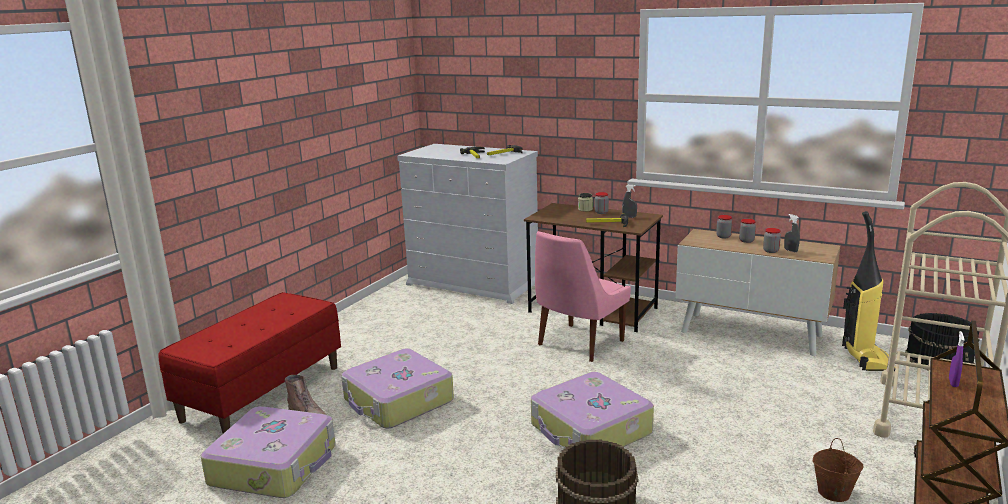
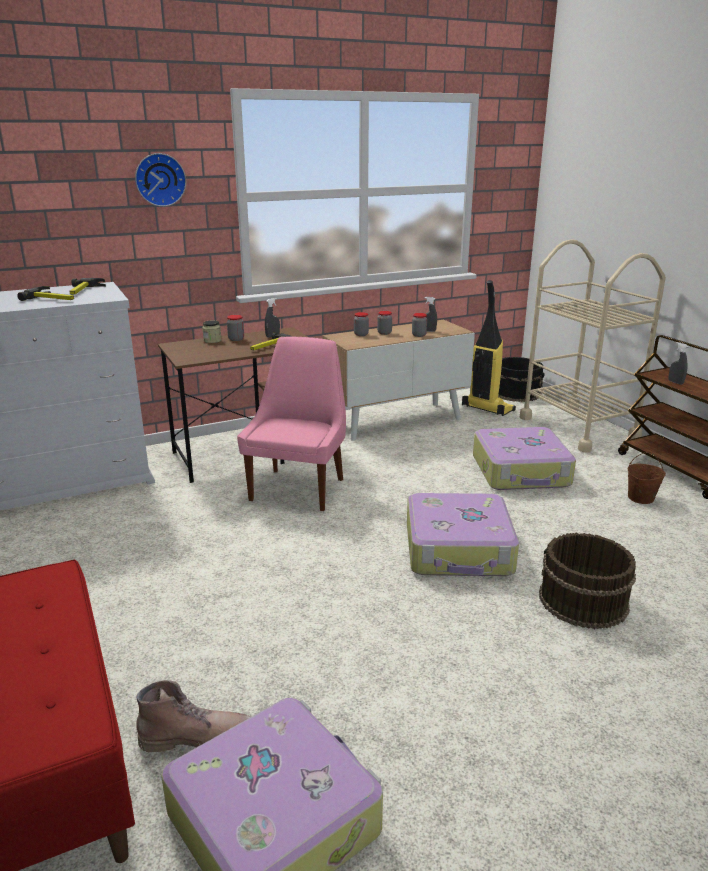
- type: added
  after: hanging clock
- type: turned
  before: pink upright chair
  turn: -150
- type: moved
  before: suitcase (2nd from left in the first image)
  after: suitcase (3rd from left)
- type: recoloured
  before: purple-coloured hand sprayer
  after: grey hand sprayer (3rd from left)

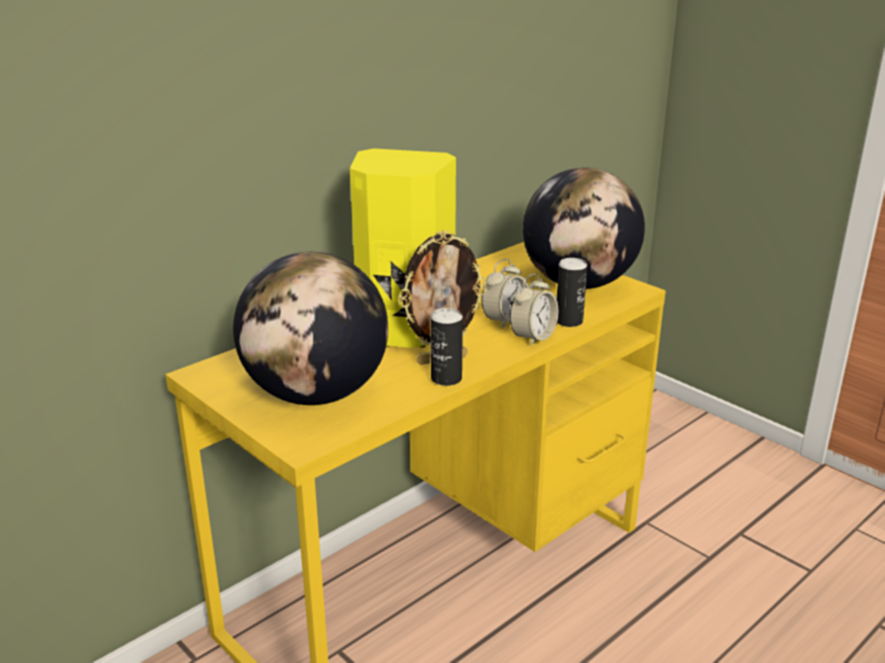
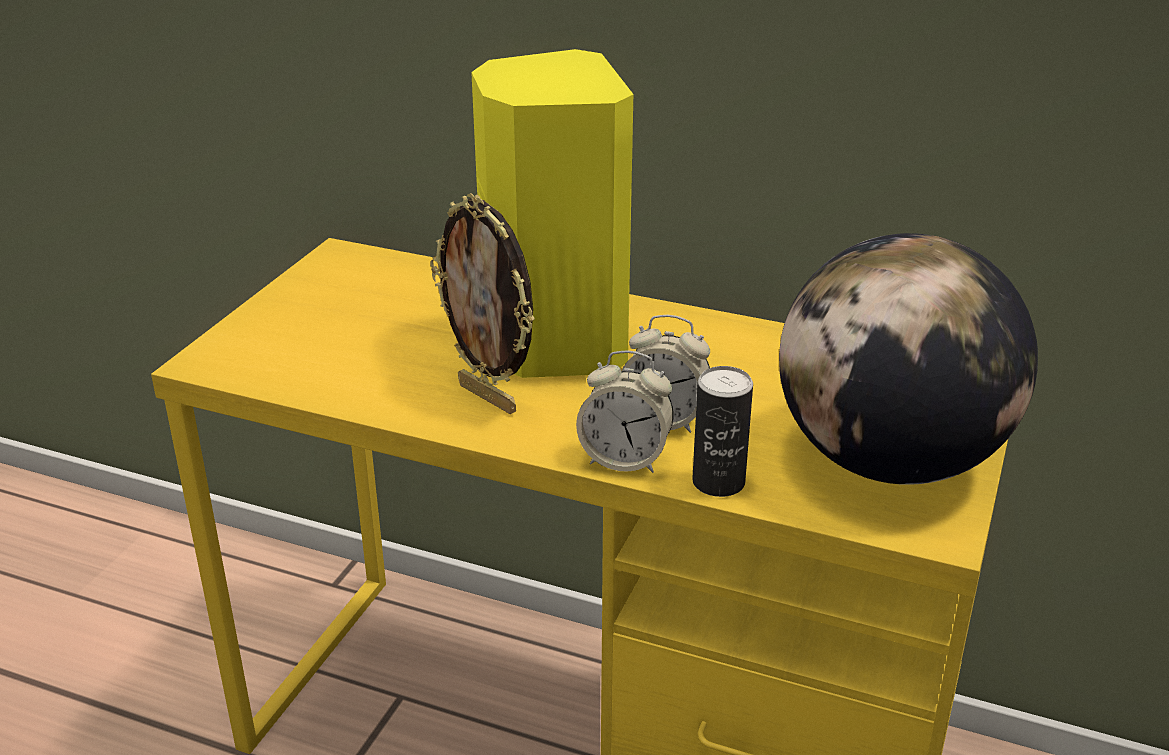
- type: removed
  before: world globe (1st from left)
- type: removed
  before: can (1st from left)

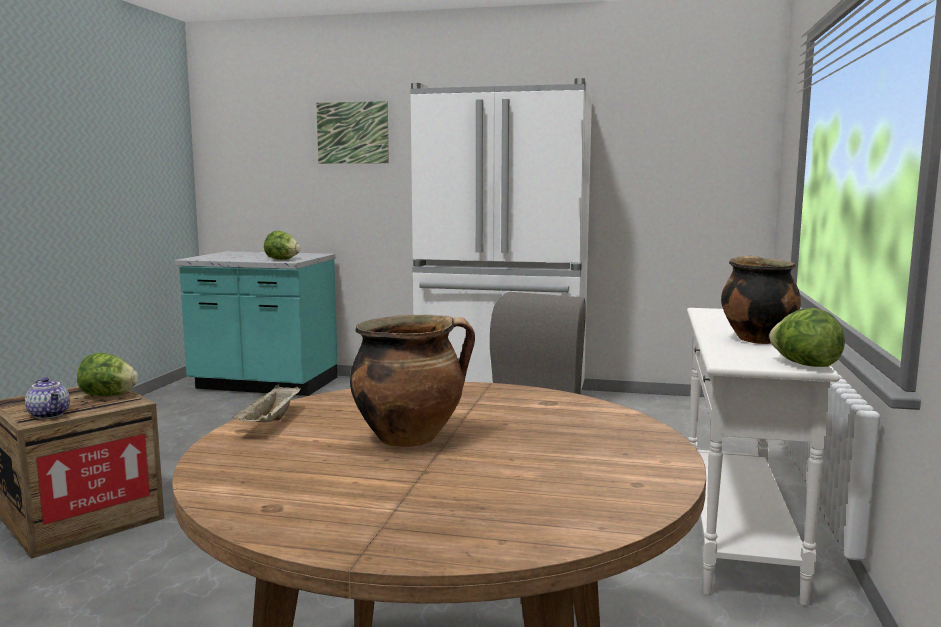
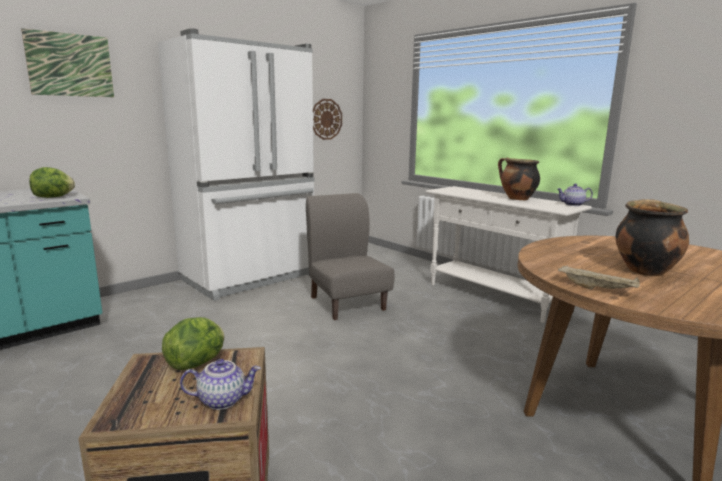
- type: added
  after: hanging clock
- type: replaced
  before: lettuce head (3rd from left)
  after: tea pot (2nd from left)

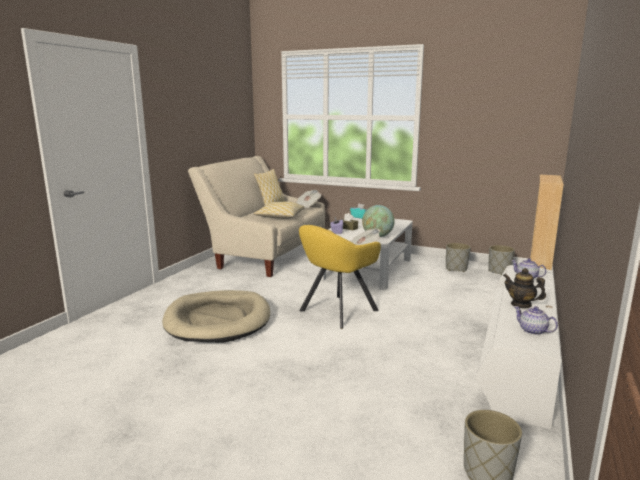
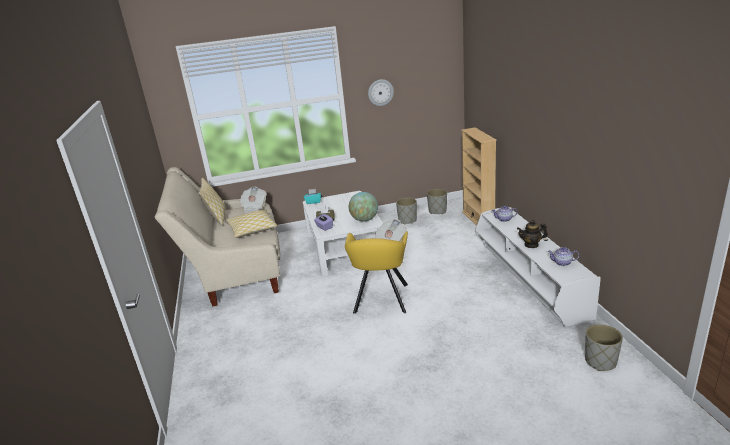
- type: added
  after: hanging clock
- type: removed
  before: beige-coloured pet bed

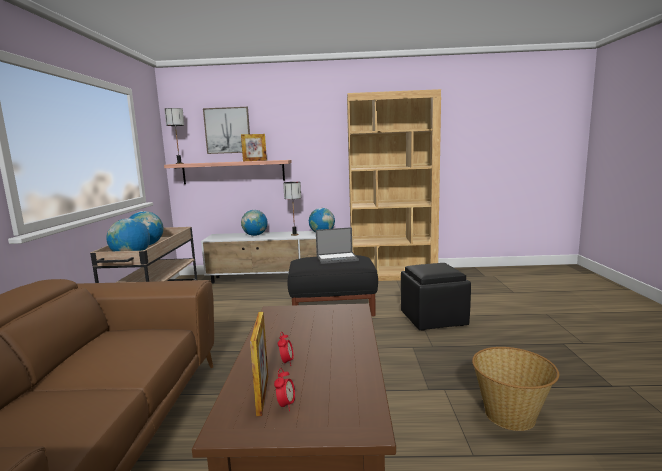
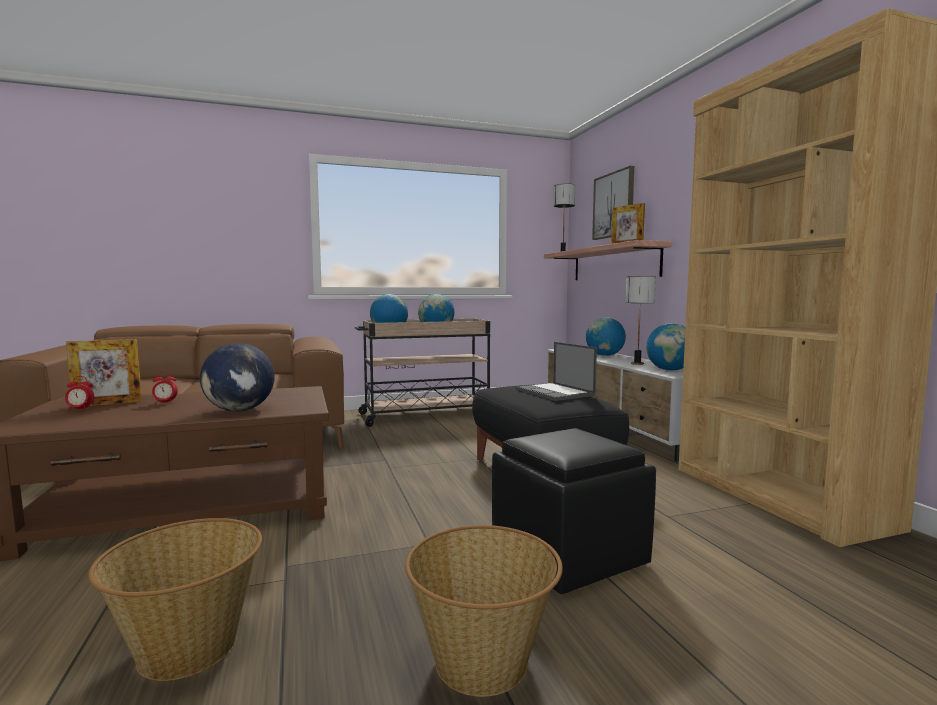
- type: added
  after: world globe (1st from left)
- type: added
  after: basket (2nd from left)

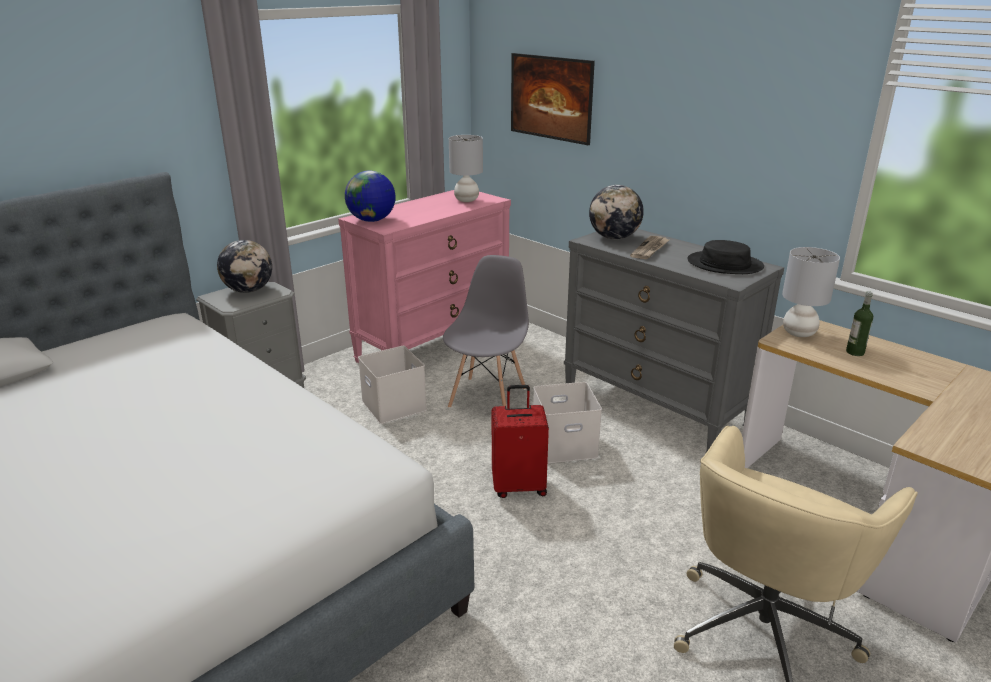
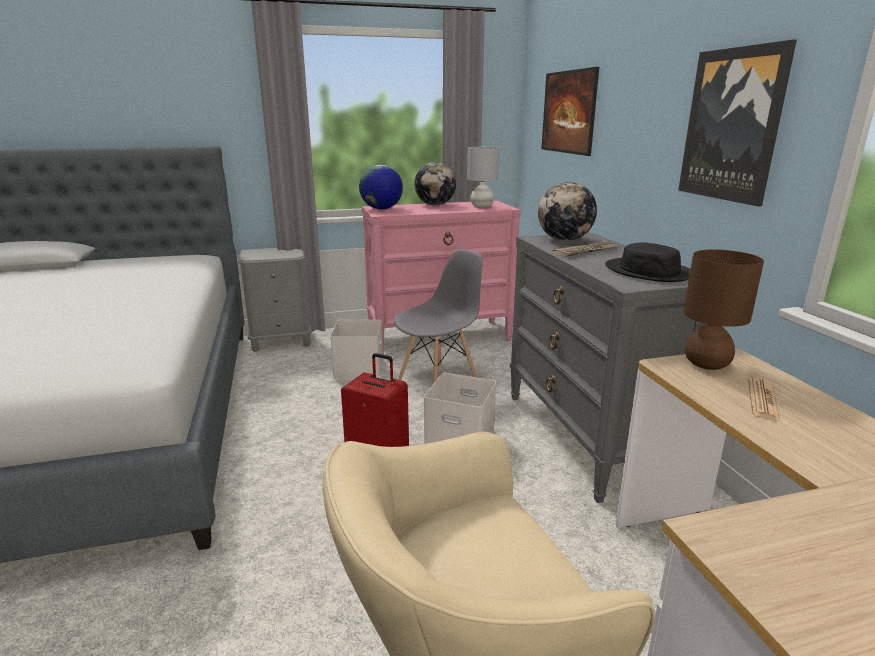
- type: moved
  before: world globe (1st from left in the first image)
  after: world globe (2nd from left)
- type: added
  after: wall picture (2nd from left)
- type: recoloured
  before: grey table lamp (2nd from left)
  after: brown-coloured table lamp
- type: replaced
  before: beverage bottle
  after: newspaper (2nd from left)

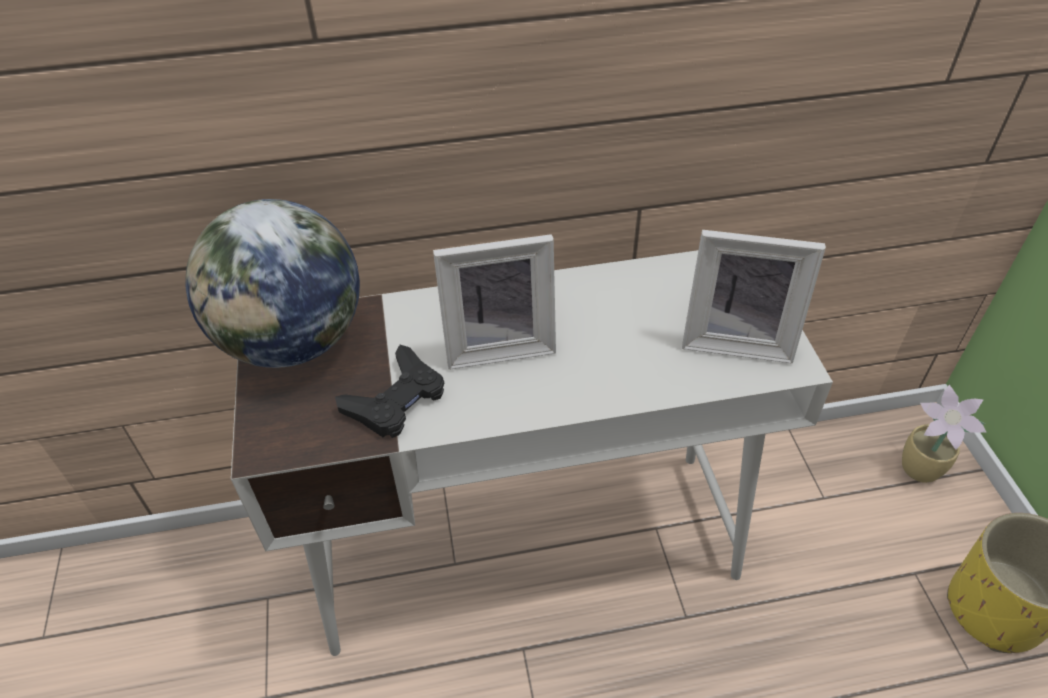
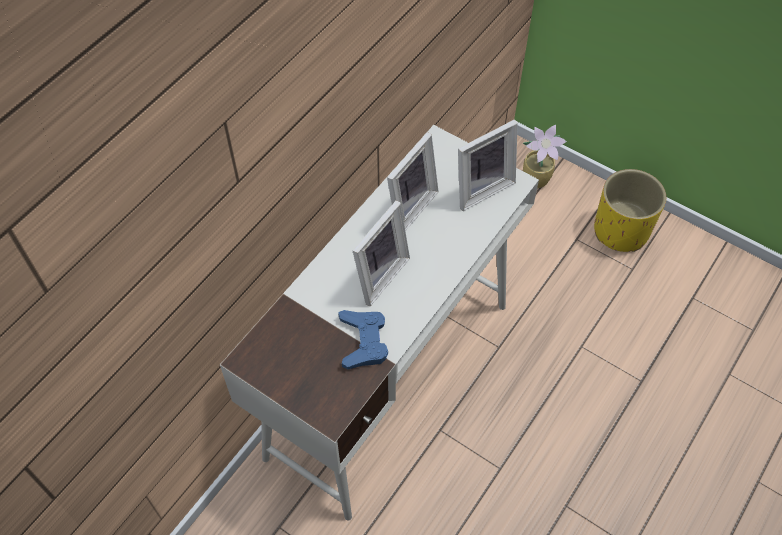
- type: recoloured
  before: black game controller
  after: blue-coloured game controller
- type: added
  after: picture frame (2nd from left)
- type: removed
  before: world globe

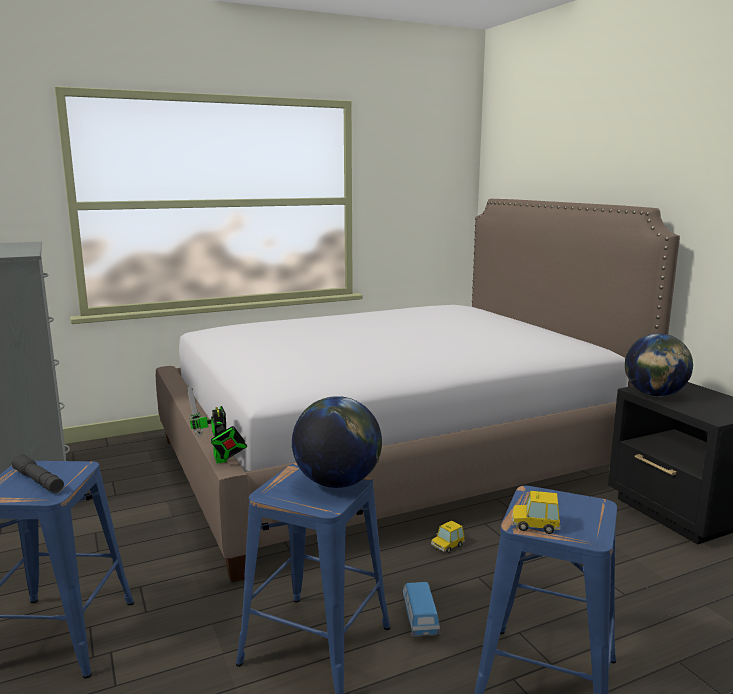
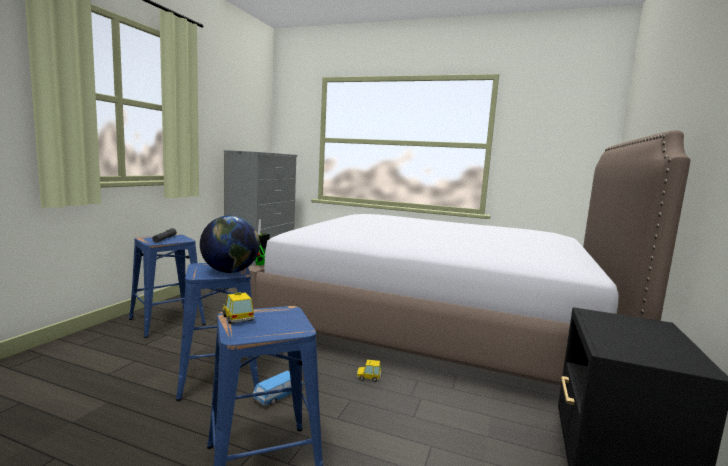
- type: removed
  before: world globe (2nd from left)

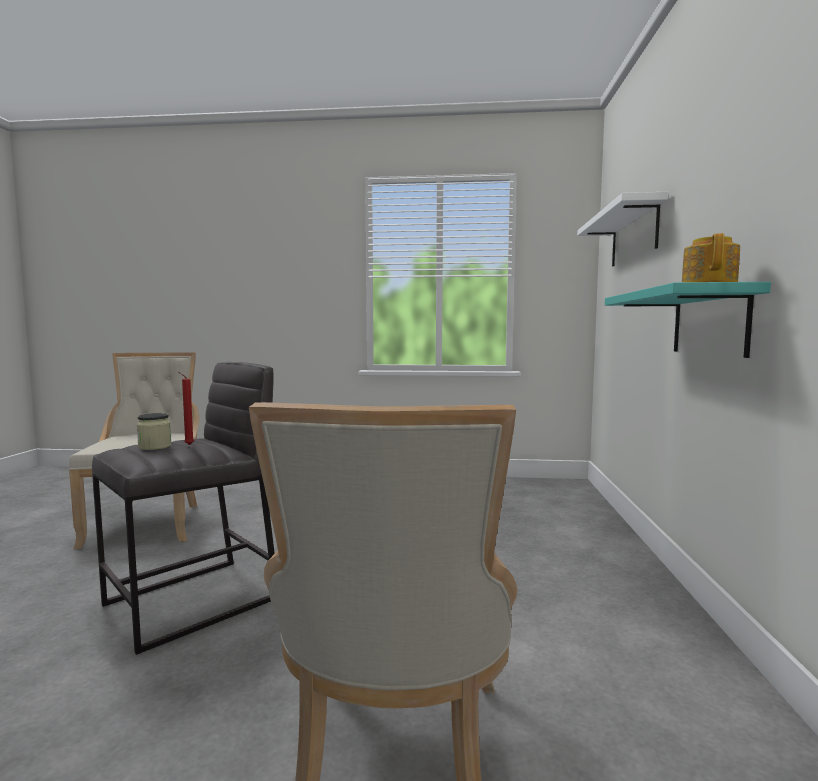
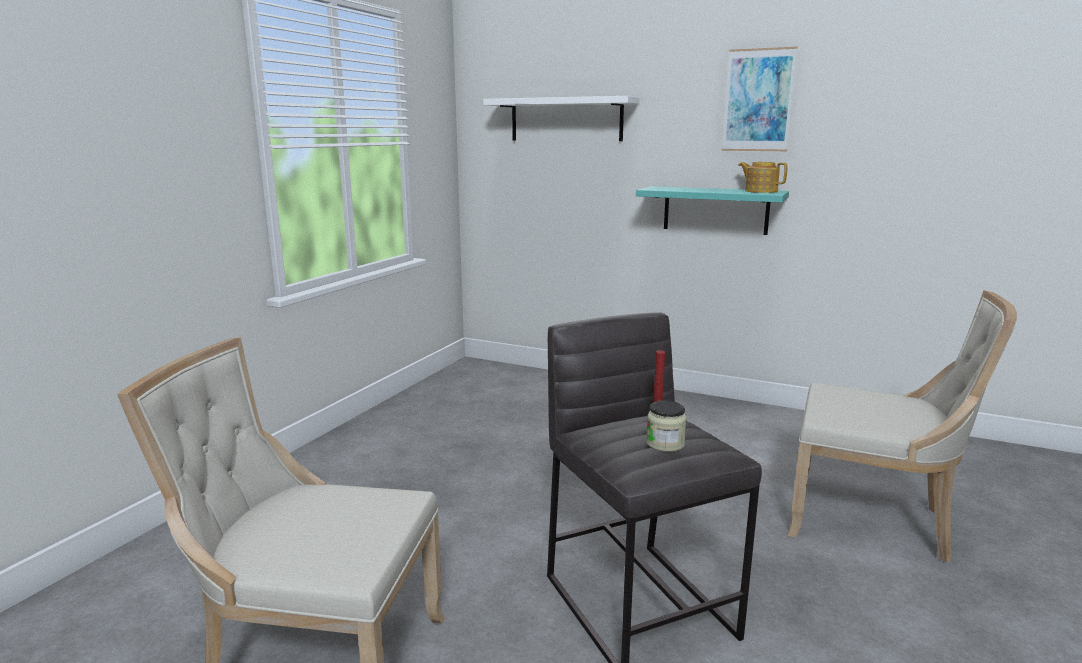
- type: added
  after: wall picture

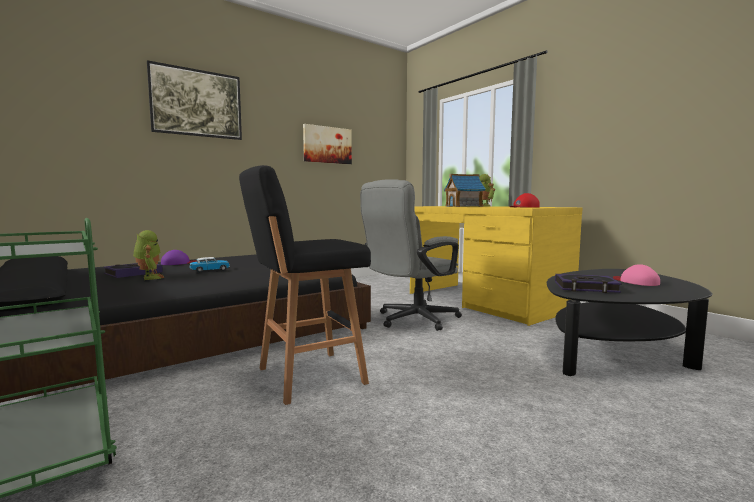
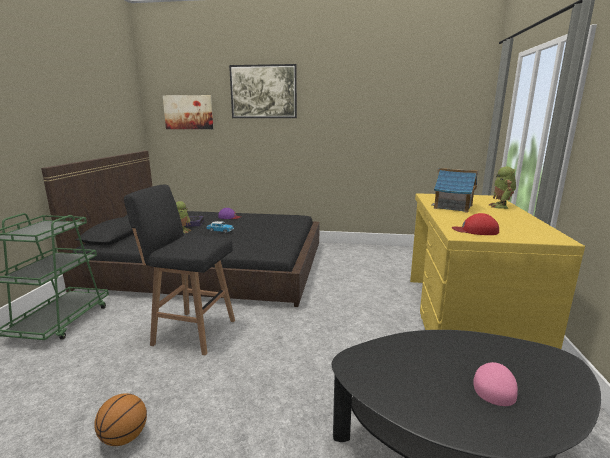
- type: added
  after: ball for basketball
- type: moved
  before: wall picture (2nd from left in the first image)
  after: wall picture (1st from left)
- type: removed
  before: grey computer chair
- type: removed
  before: book (2nd from left)

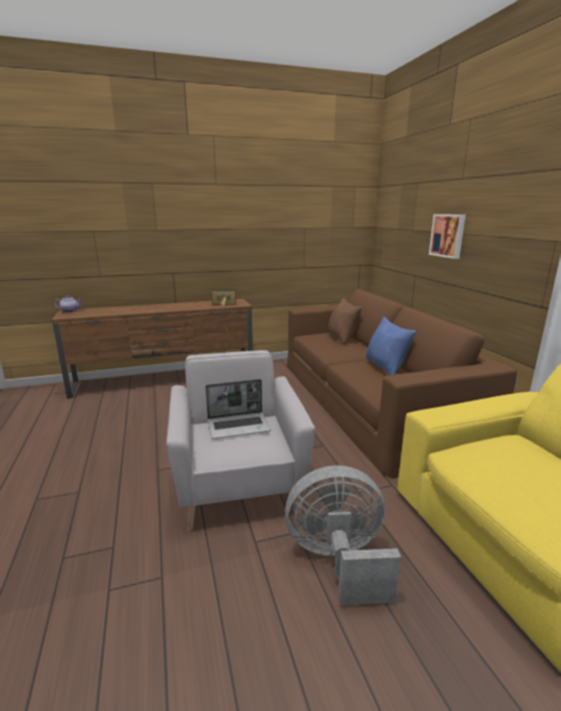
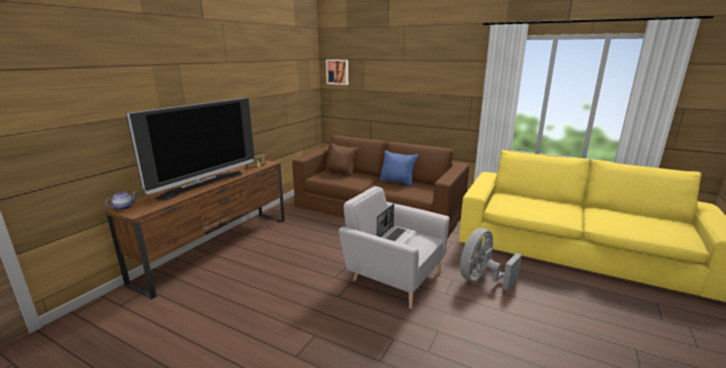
- type: added
  after: TV
- type: moved
  before: wall picture

